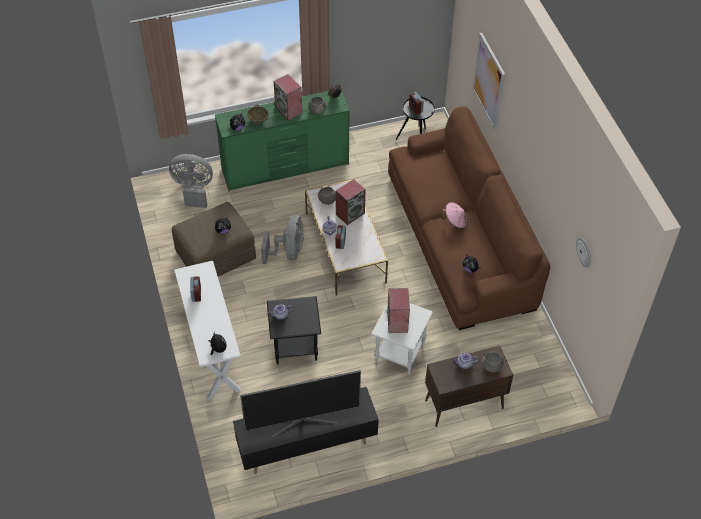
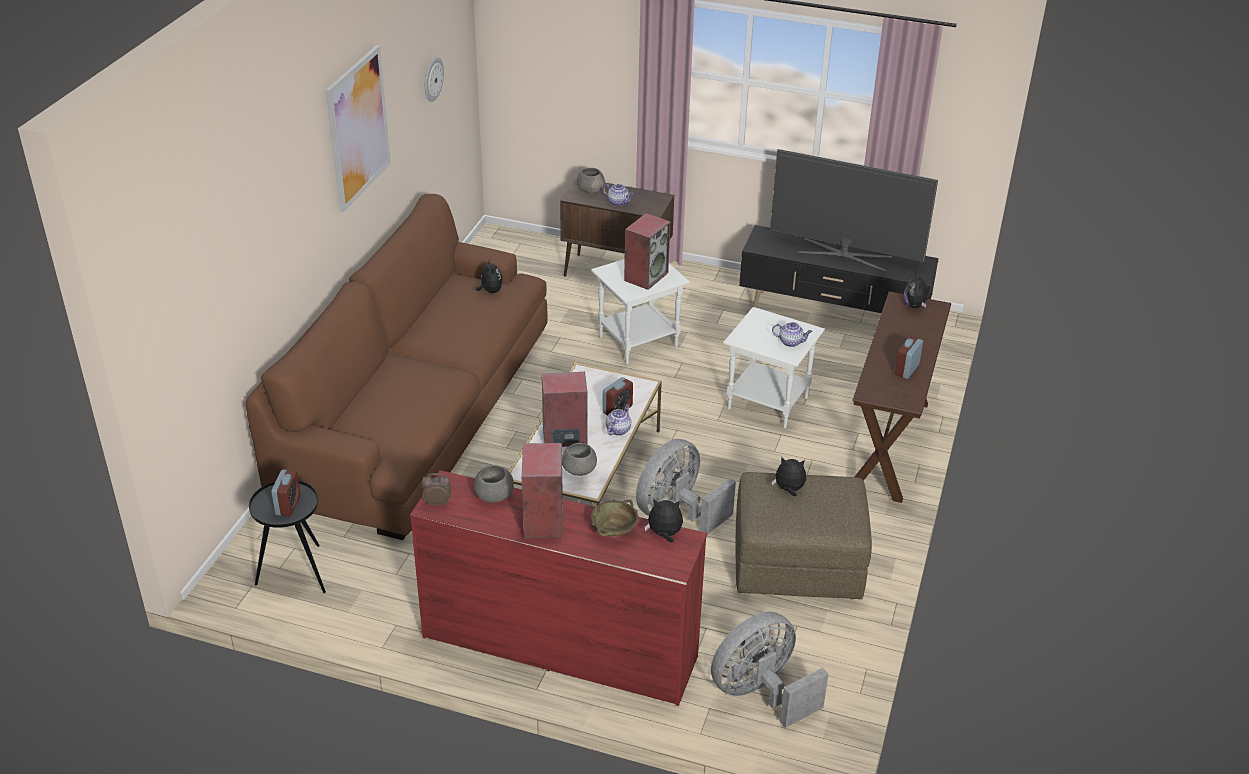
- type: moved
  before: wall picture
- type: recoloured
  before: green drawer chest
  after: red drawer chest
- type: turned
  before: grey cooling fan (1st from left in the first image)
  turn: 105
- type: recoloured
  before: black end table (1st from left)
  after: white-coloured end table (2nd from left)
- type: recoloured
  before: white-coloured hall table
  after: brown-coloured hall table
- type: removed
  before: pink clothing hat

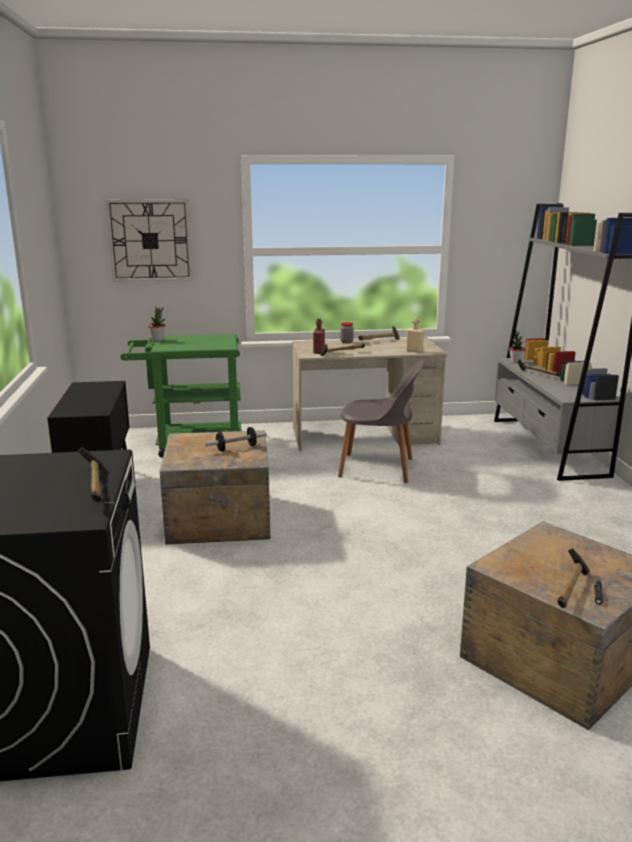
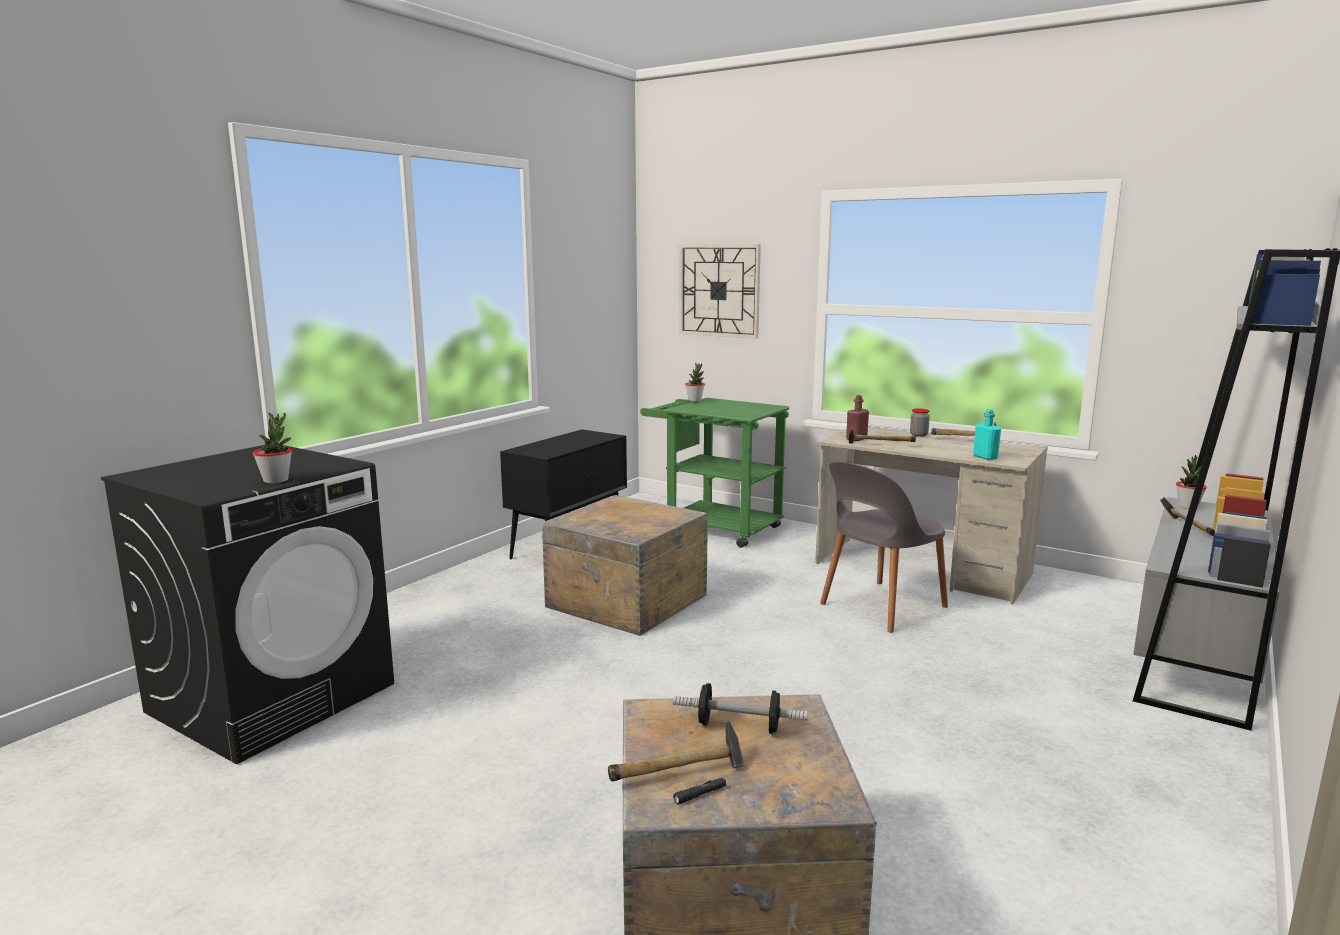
- type: replaced
  before: tool hammer (1st from left)
  after: houseplant (1st from left)
- type: moved
  before: dumbbell
- type: turned
  before: grey upright chair
  turn: 90
- type: recoloured
  before: beige-coloured beverage bottle
  after: turquoise beverage bottle

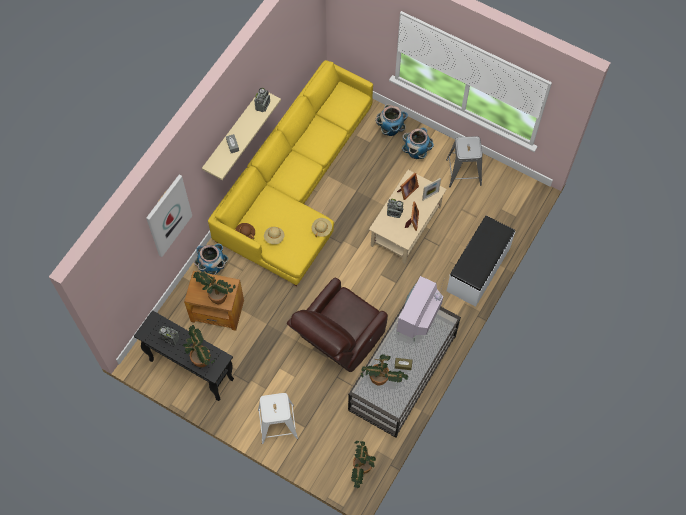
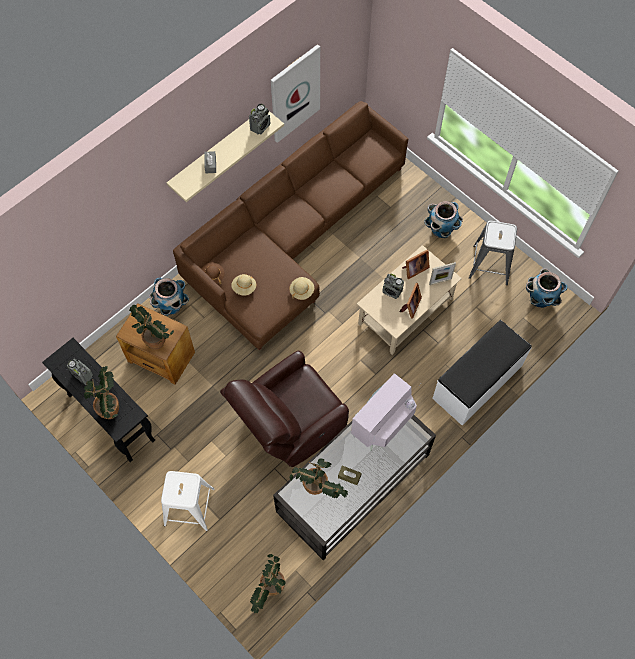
- type: recoloured
  before: yellowish sofa
  after: brown-coloured sofa
- type: moved
  before: wall picture
- type: moved
  before: flower pot (2nd from left in the first image)
  after: flower pot (3rd from left)

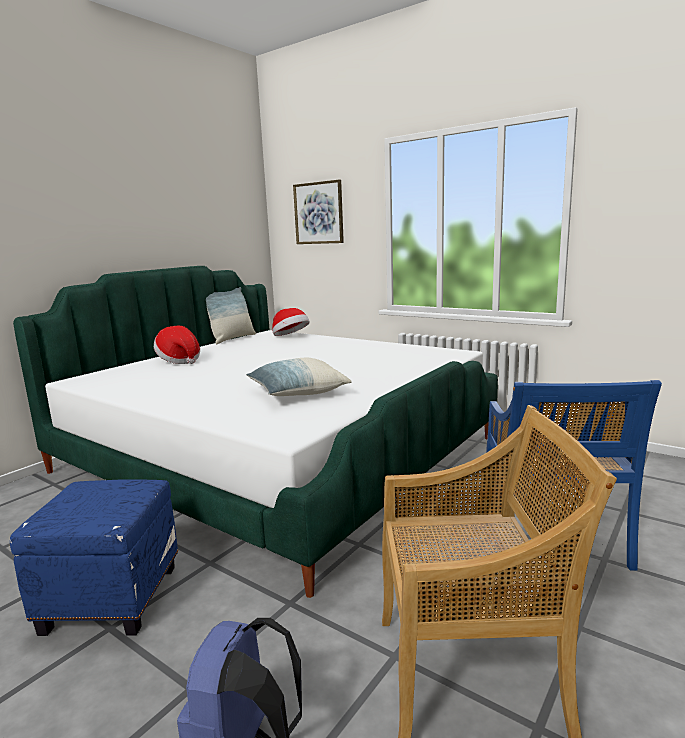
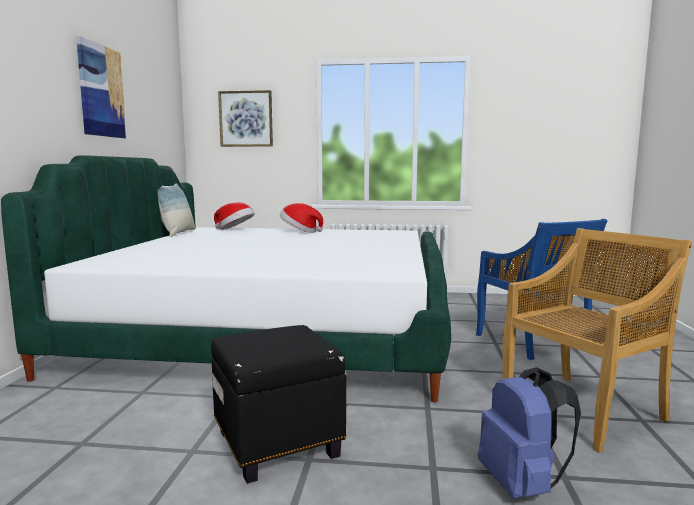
- type: added
  after: wall picture (1st from left)
- type: recoloured
  before: blue-coloured pouffe
  after: black pouffe
- type: moved
  before: clothing hat (1st from left in the first image)
  after: clothing hat (2nd from left)
- type: removed
  before: pillow (2nd from left)

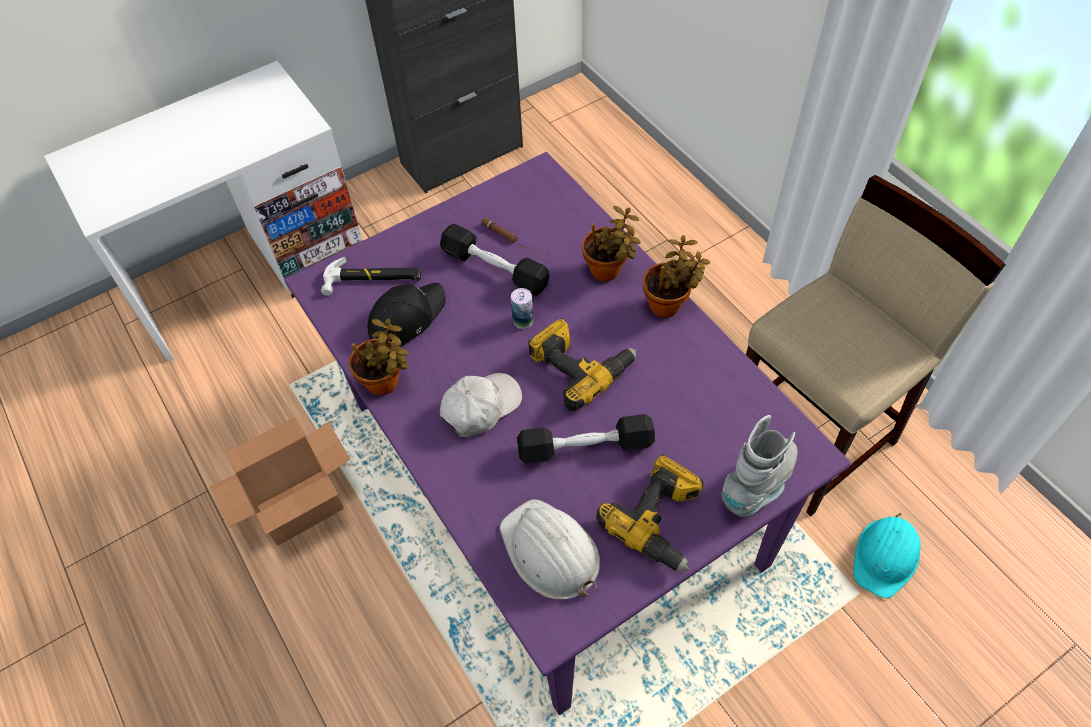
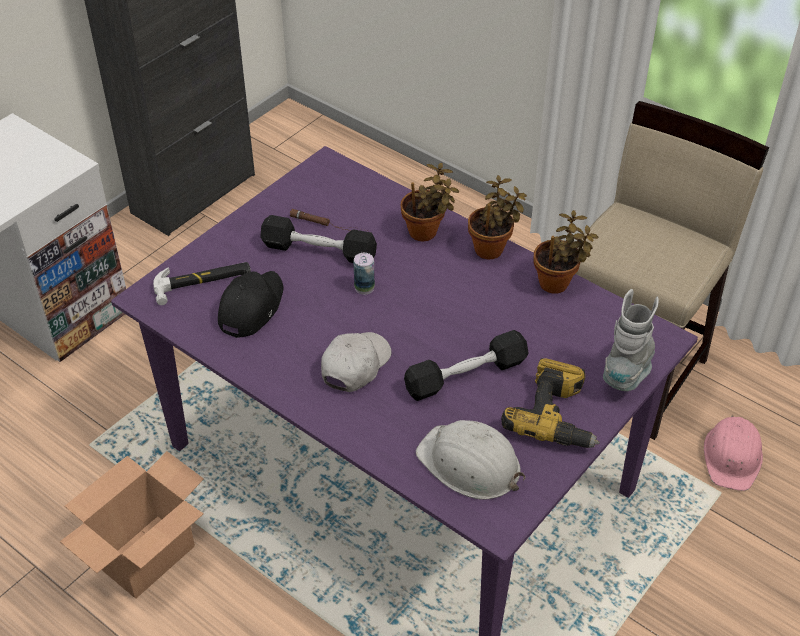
- type: moved
  before: houseplant (1st from left in the first image)
  after: houseplant (3rd from left)
- type: recoloured
  before: turquoise work helmet
  after: pink work helmet
- type: removed
  before: power drill (1st from left)

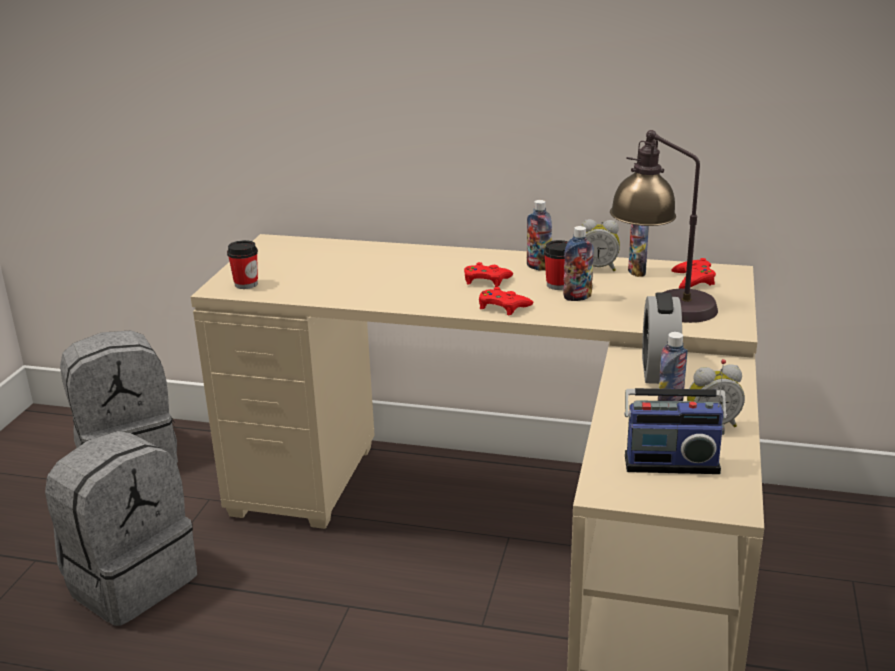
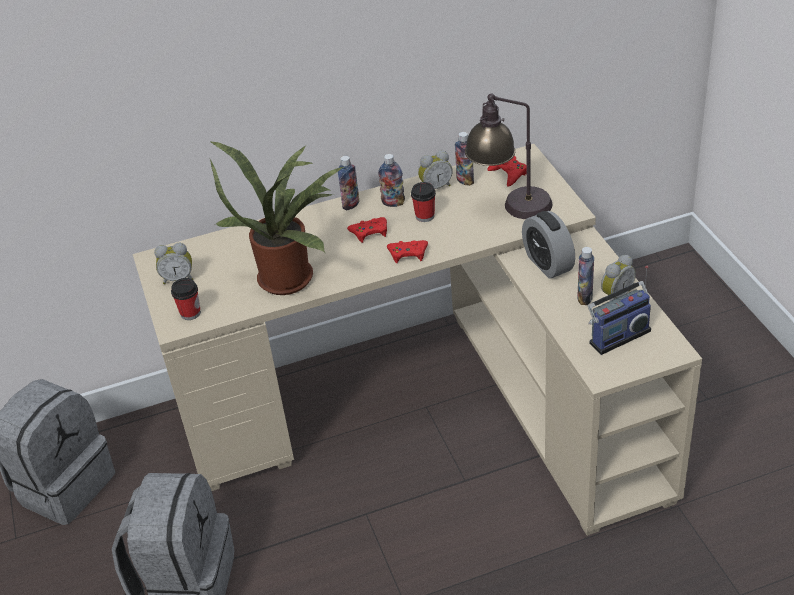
- type: added
  after: bedside clock (1st from left)
- type: added
  after: houseplant
- type: moved
  before: beverage bottle (2nd from left in the first image)
  after: beverage bottle (1st from left)

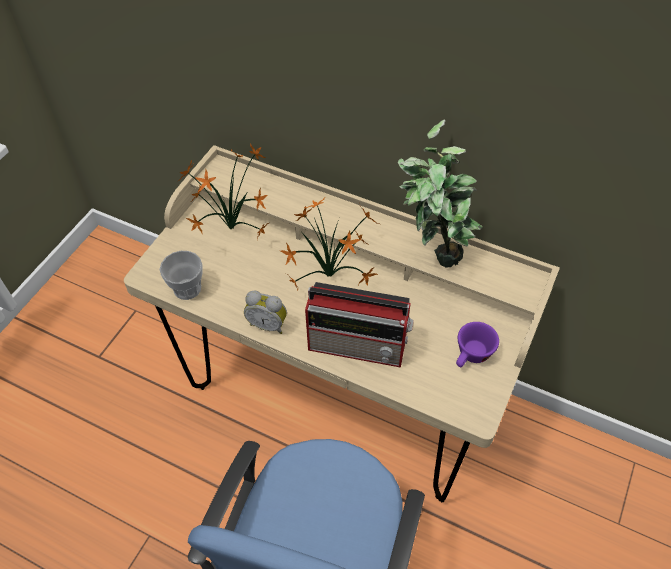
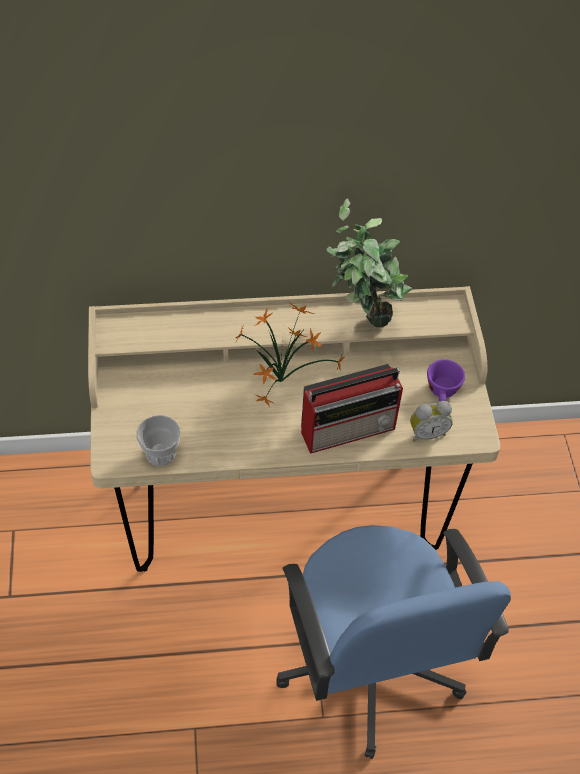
- type: moved
  before: bedside clock
- type: removed
  before: houseplant (1st from left)

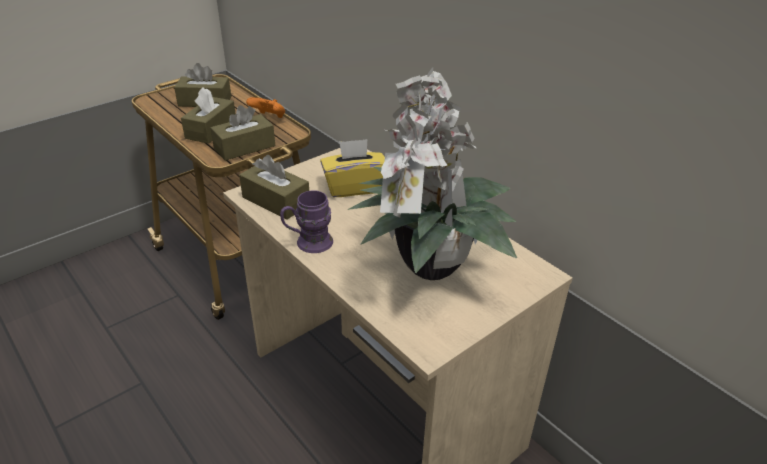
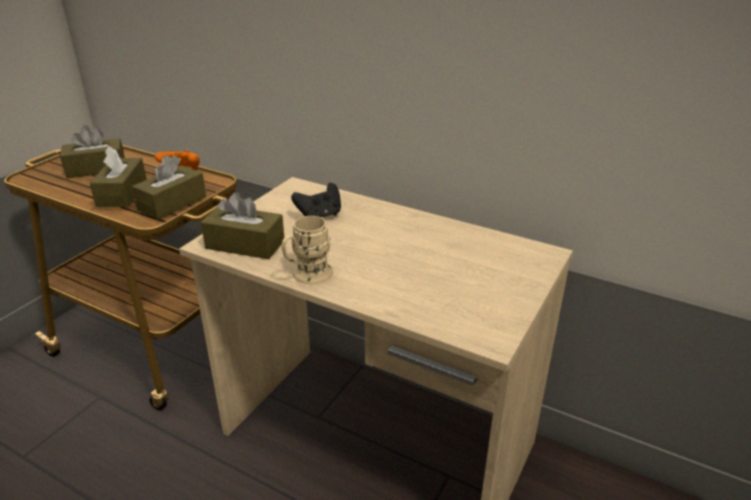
- type: recoloured
  before: purple-coloured mug
  after: beige-coloured mug
- type: replaced
  before: yellowish tissue holder
  after: black game controller
- type: removed
  before: houseplant

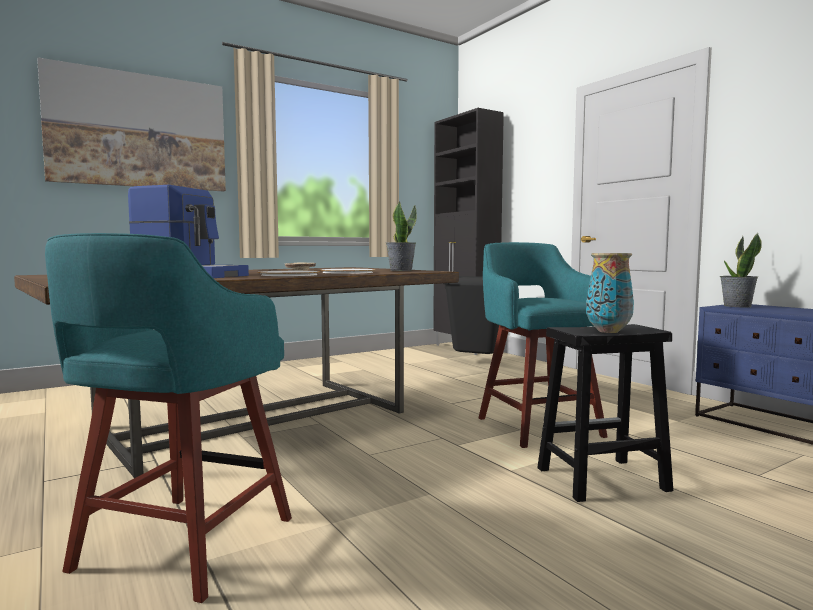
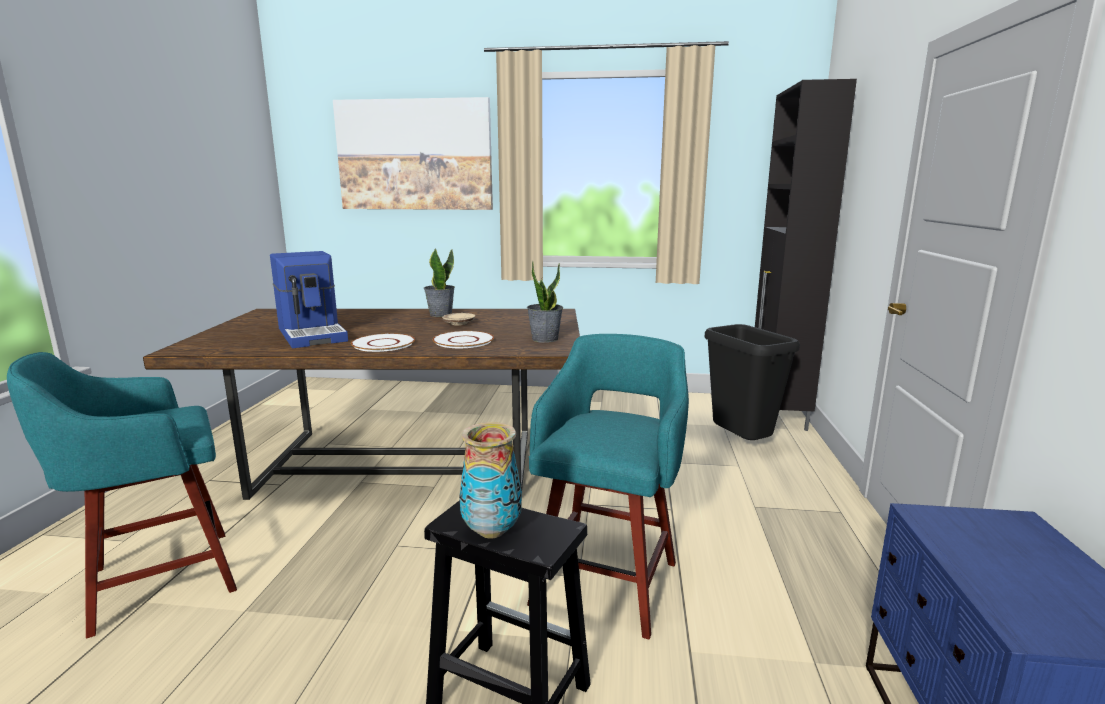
- type: moved
  before: houseplant (2nd from left in the first image)
  after: houseplant (1st from left)

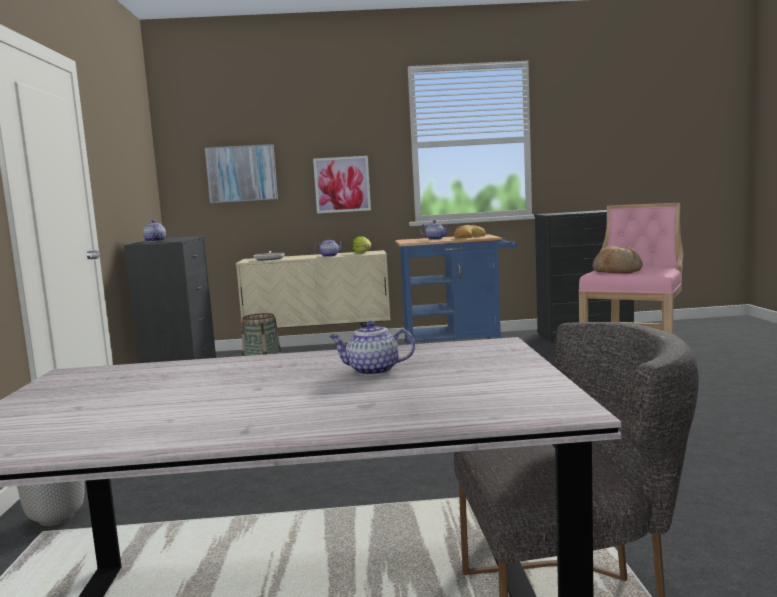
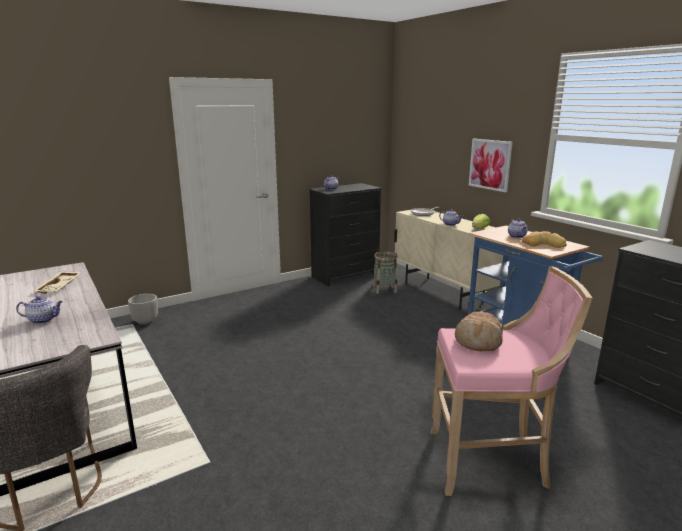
- type: turned
  before: tea pot (3rd from left in the first image)
  turn: 105
- type: added
  after: beige-coloured tray
- type: removed
  before: wall picture (1st from left)

